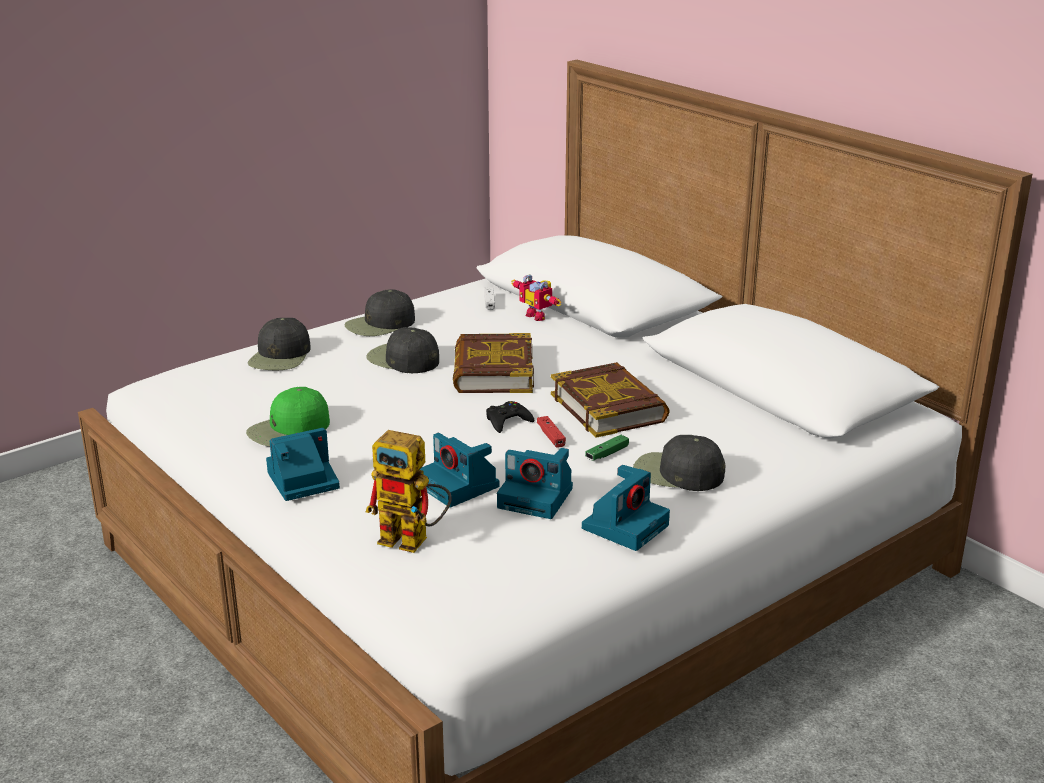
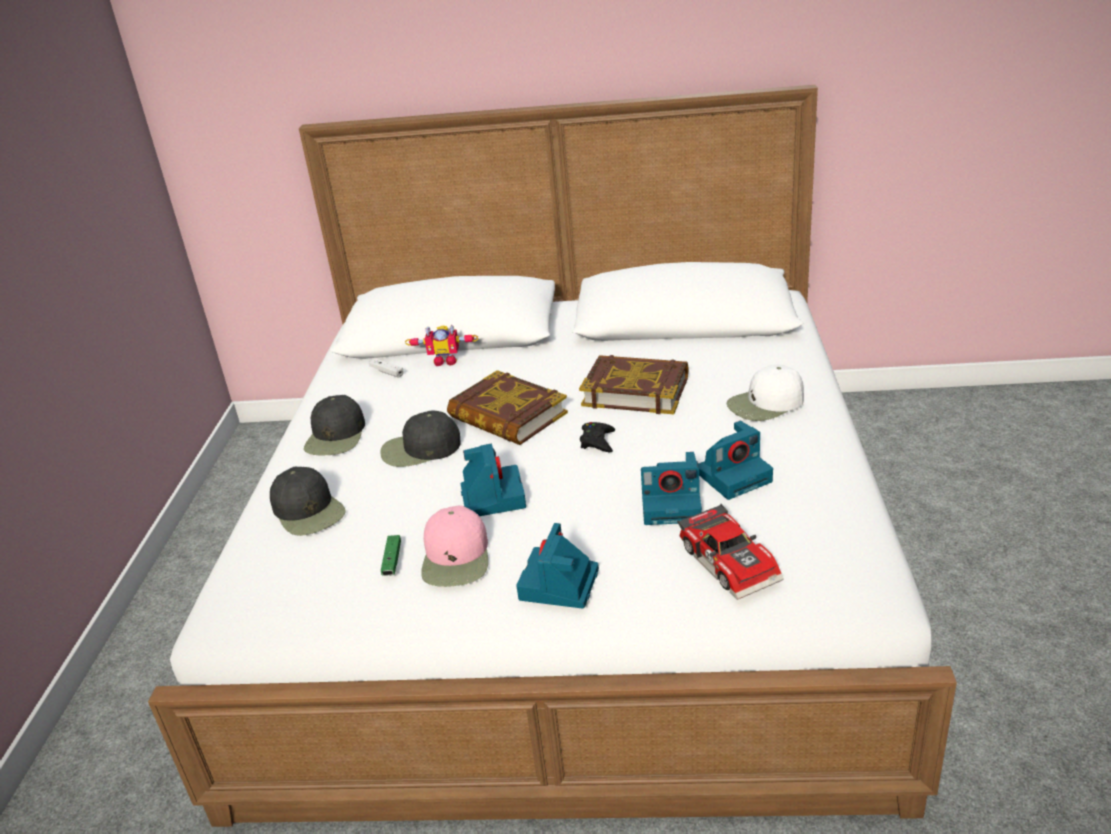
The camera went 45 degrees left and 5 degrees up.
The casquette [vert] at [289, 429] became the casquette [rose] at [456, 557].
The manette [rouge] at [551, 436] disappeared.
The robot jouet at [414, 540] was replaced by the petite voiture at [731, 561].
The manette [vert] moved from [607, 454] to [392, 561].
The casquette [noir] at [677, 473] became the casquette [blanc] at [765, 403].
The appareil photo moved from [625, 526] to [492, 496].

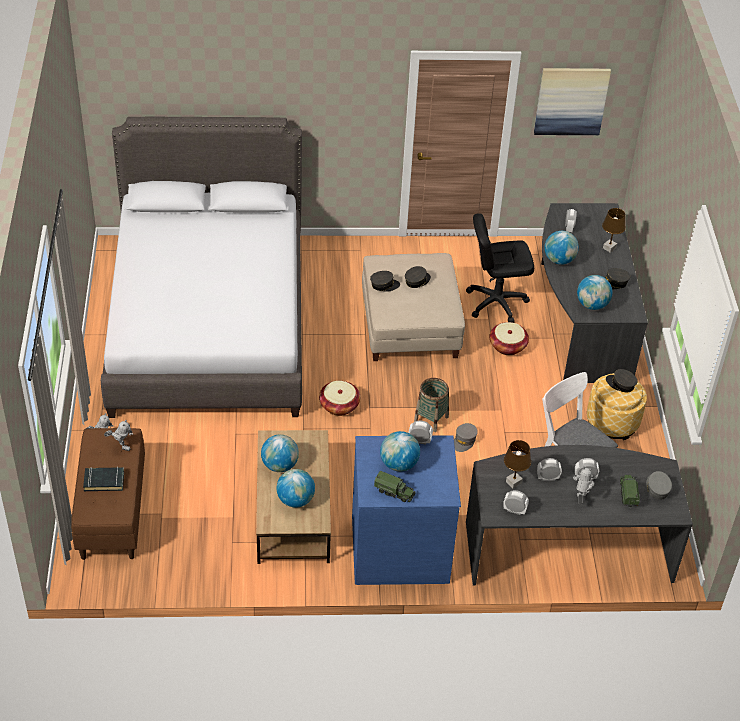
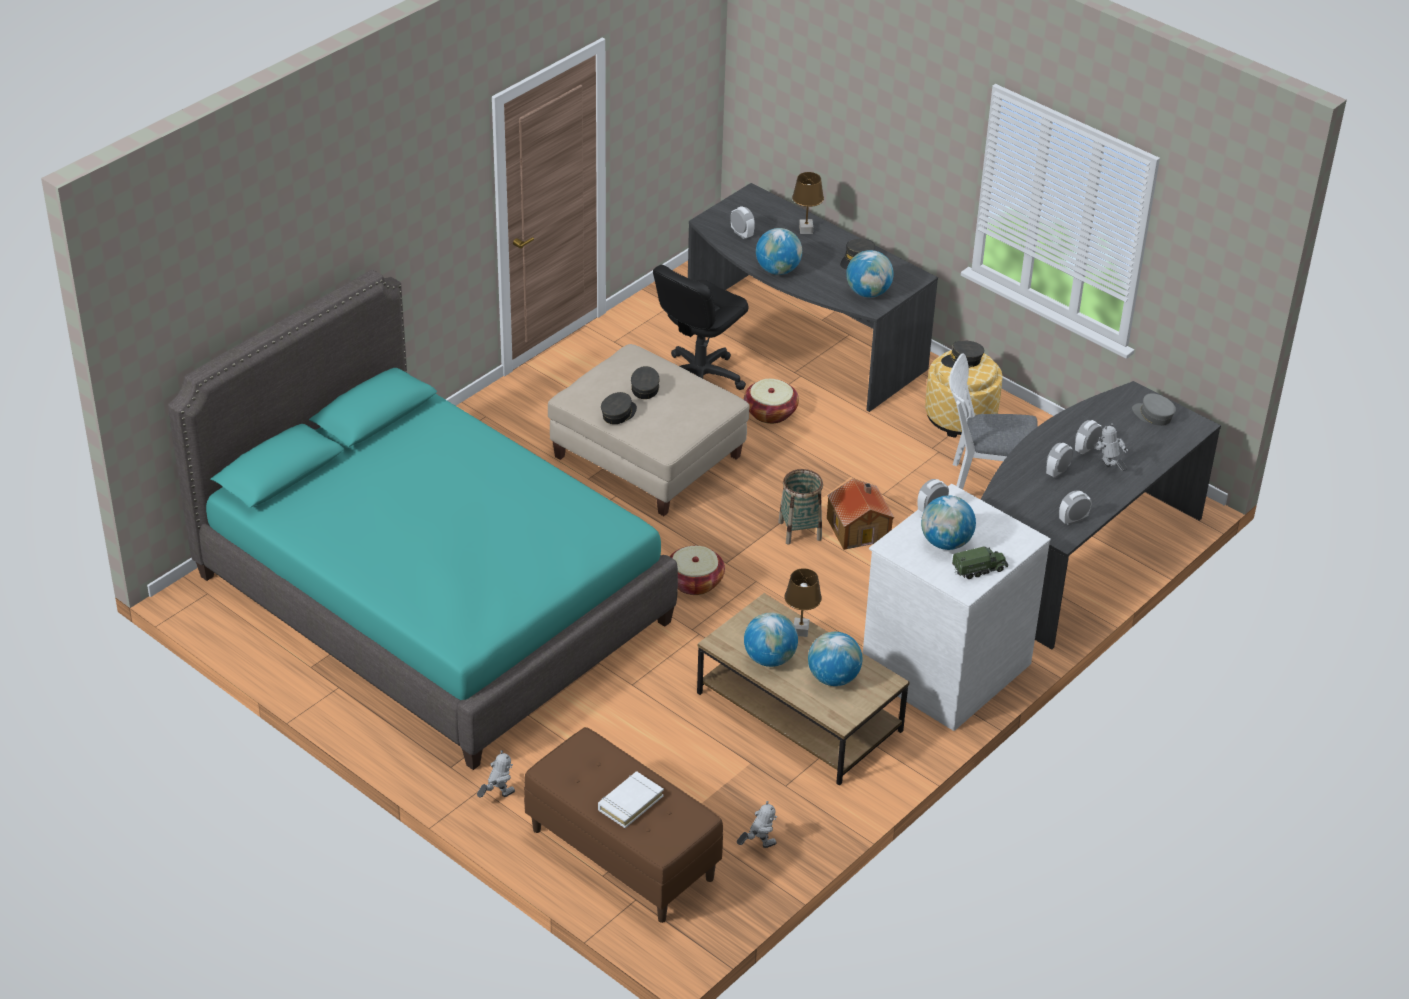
The camera went 45 degrees left and 5 degrees down.
The tableau at [571, 100] disappeared.
The lit [gris] at [208, 323] became the lit [turquoise] at [432, 599].
The robot jouet moved from [120, 445] to [758, 845].
The casquette [gris] at [464, 440] was replaced by the maison miniature at [859, 528].
The commode [bleu] at [400, 547] became the commode [blanc] at [944, 667].
The lampe de table [marron] moved from [513, 482] to [800, 630].
The livre [noir] at [104, 481] became the livre [blanc] at [630, 803].
The camion jouet at [628, 494] disappeared.

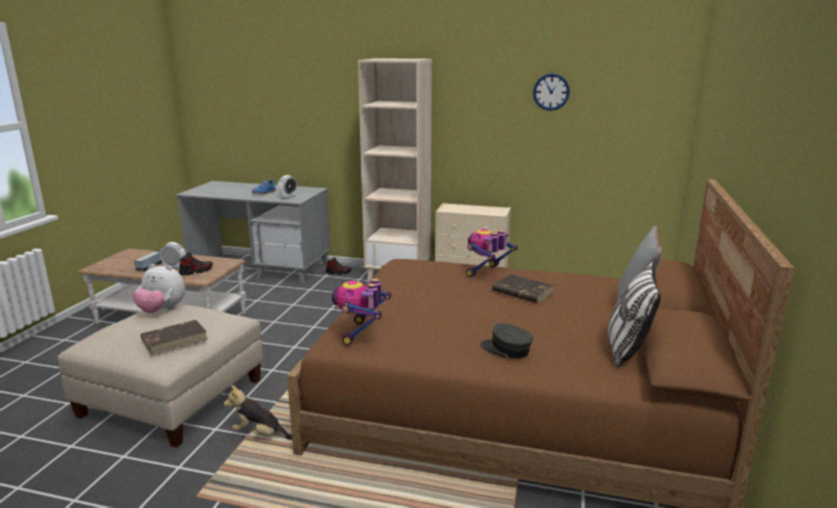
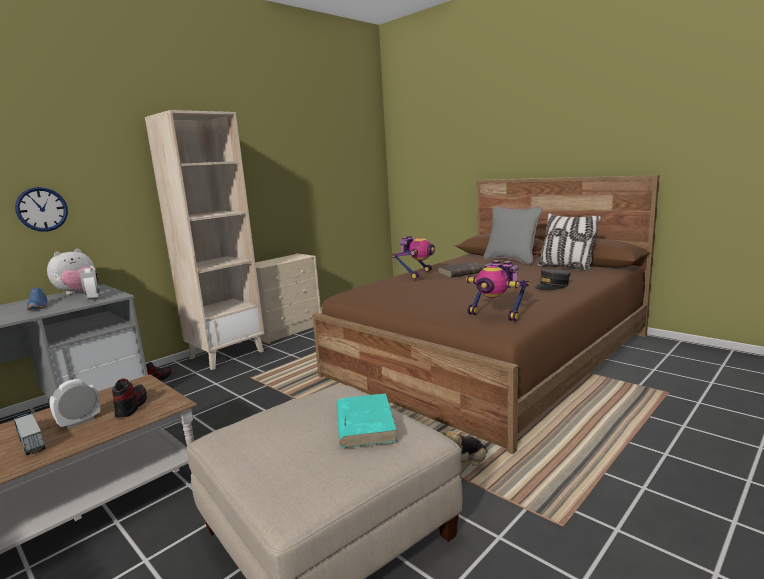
The camera went 60 degrees left and 5 degrees down.
The horloge murale moved from [551, 92] to [42, 209].
The robot jouet at [487, 272] turned 135 degrees counterclockwise.
The peluche moved from [162, 311] to [78, 293].
The livre [marron] at [175, 339] became the livre [turquoise] at [365, 423].

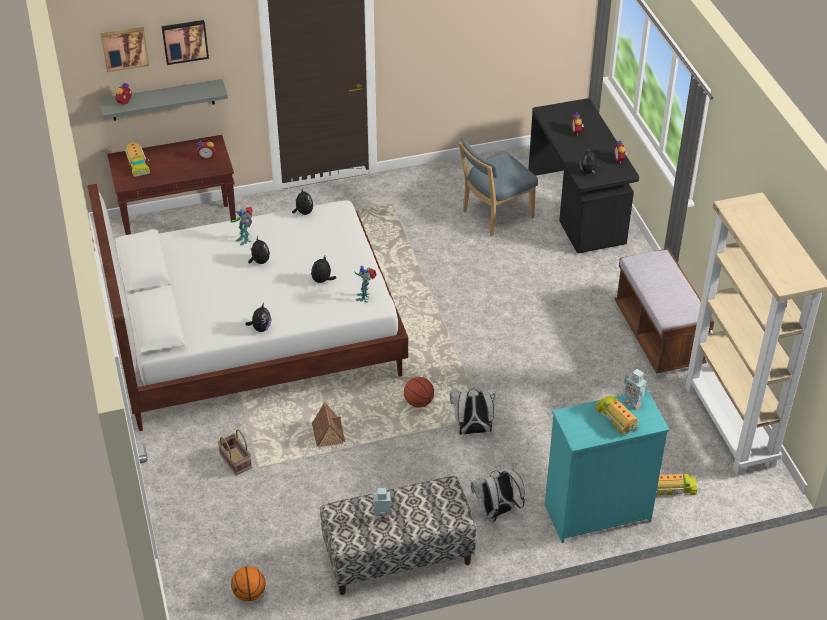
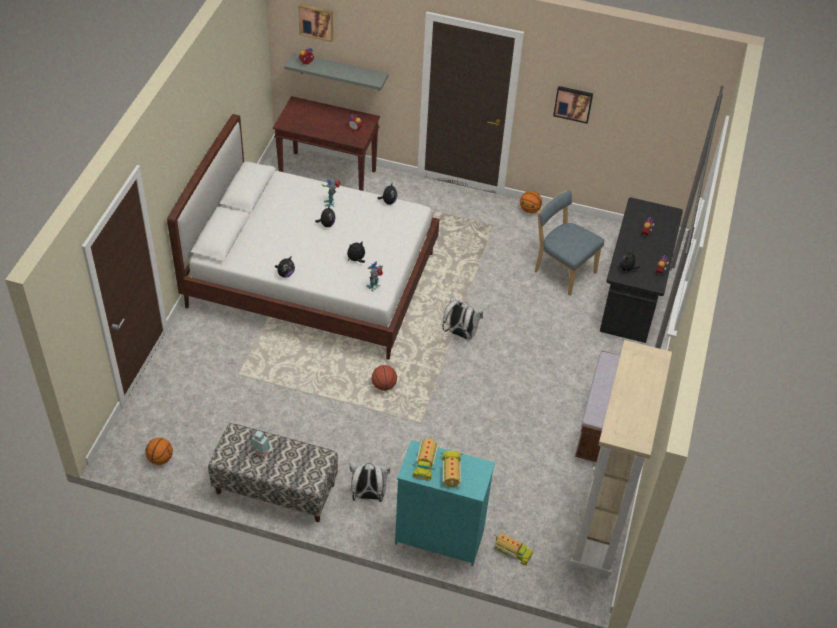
The camera went 30 degrees right and 5 degrees up.
The tableau moved from [185, 41] to [573, 103].
The chaise [bleu] at [494, 215] turned 45 degrees clockwise.
The camion jouet moved from [137, 164] to [425, 462].
The robot jouet at [632, 402] disappeared.
The sac à dos [blanc] moved from [472, 430] to [460, 333].
The maison miniature at [328, 433] disappeared.
The panier at [234, 461] disappeared.
The ballon de basket at [529, 210] appeared.

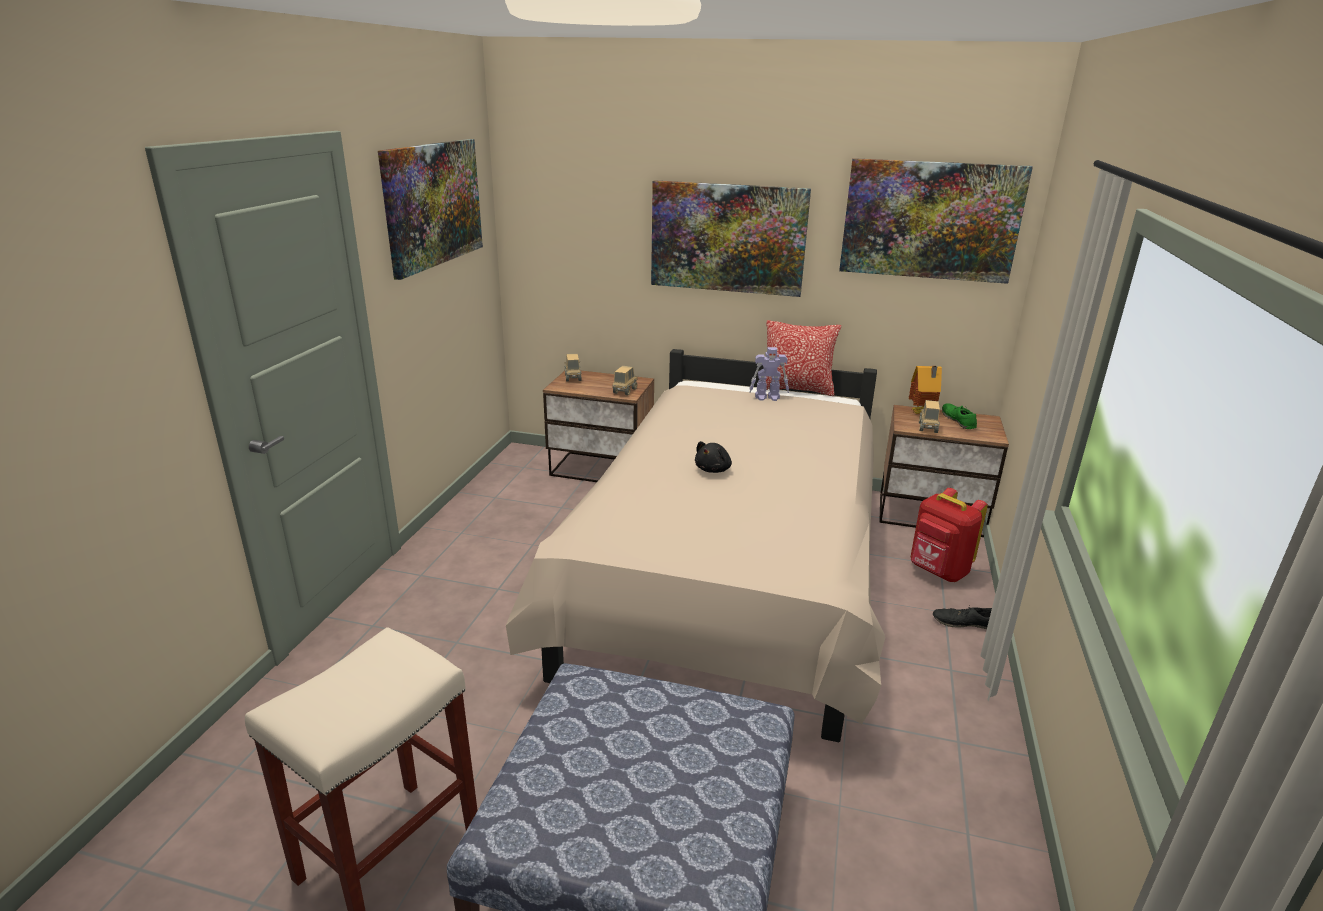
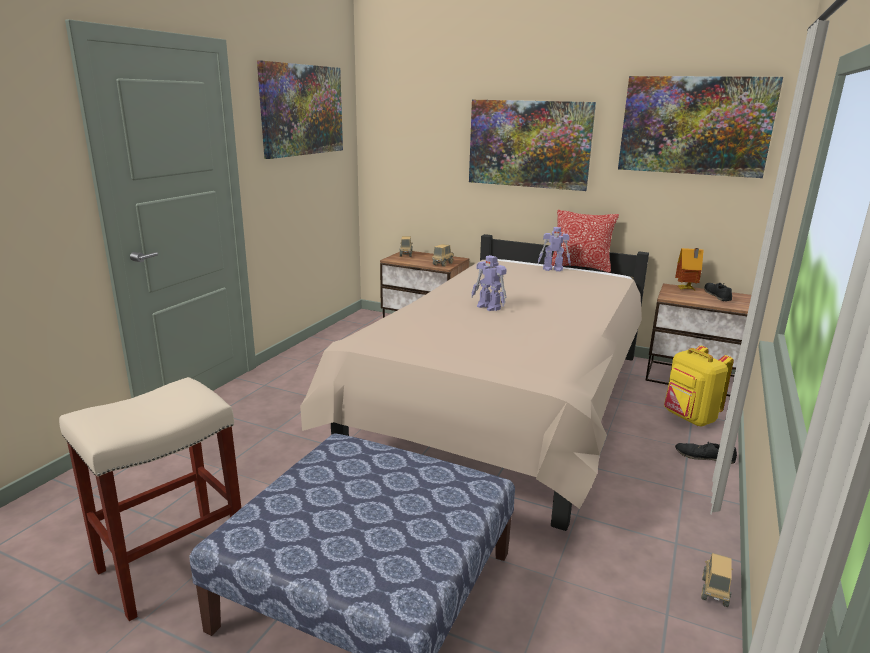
The camera went 10 degrees right and 5 degrees down.
The camion jouet moved from [927, 428] to [714, 592].
The chaussure [vert] at [958, 420] became the chaussure [noir] at [717, 295].
The peluche [noir] at [714, 469] was replaced by the robot jouet at [489, 307].
The sac à dos [rouge] at [938, 572] became the sac à dos [jaune] at [689, 418].

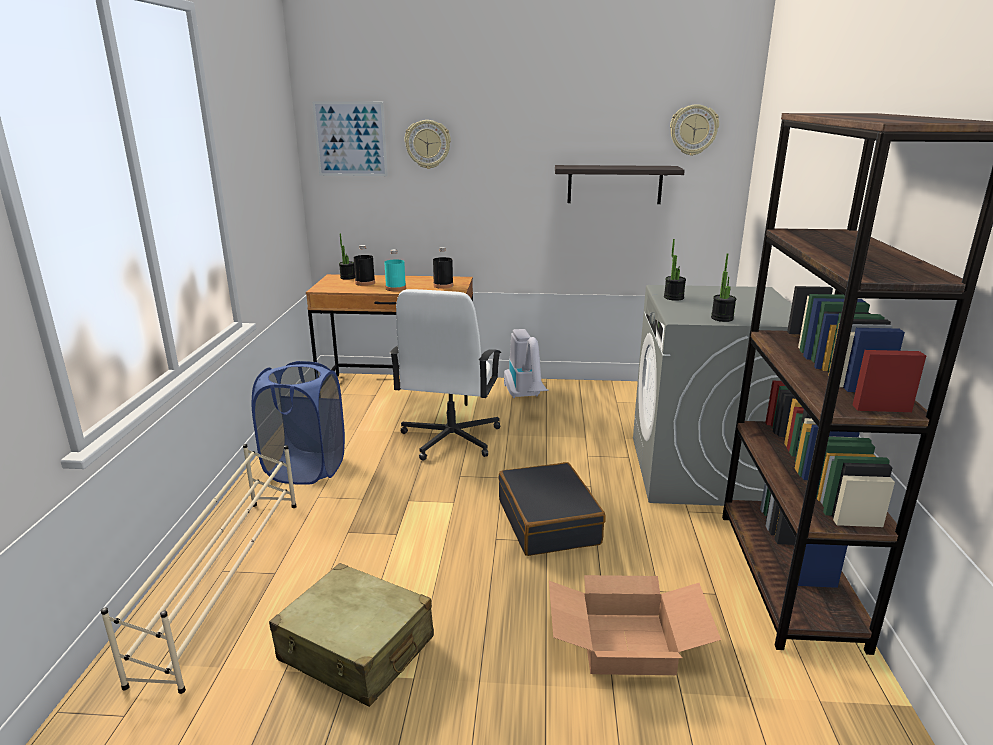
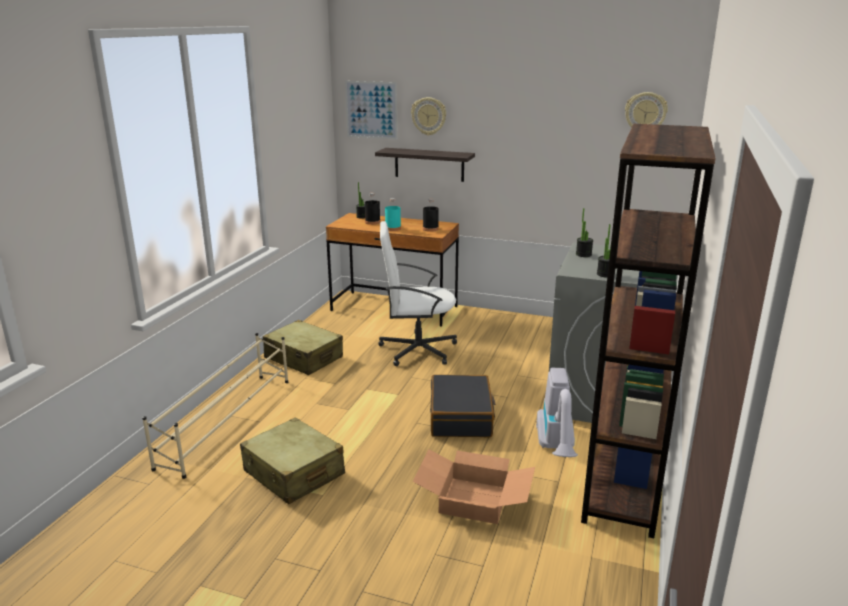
The camera went 15 degrees right and 0 degrees up.
The étagère moved from [614, 184] to [429, 164].
The chaise de bureau [blanc] at [450, 439] turned 60 degrees clockwise.
The aspirateur moved from [525, 397] to [557, 449].
The panier à linge [bleu] at [305, 468] was replaced by the valise [beige] at [304, 358].

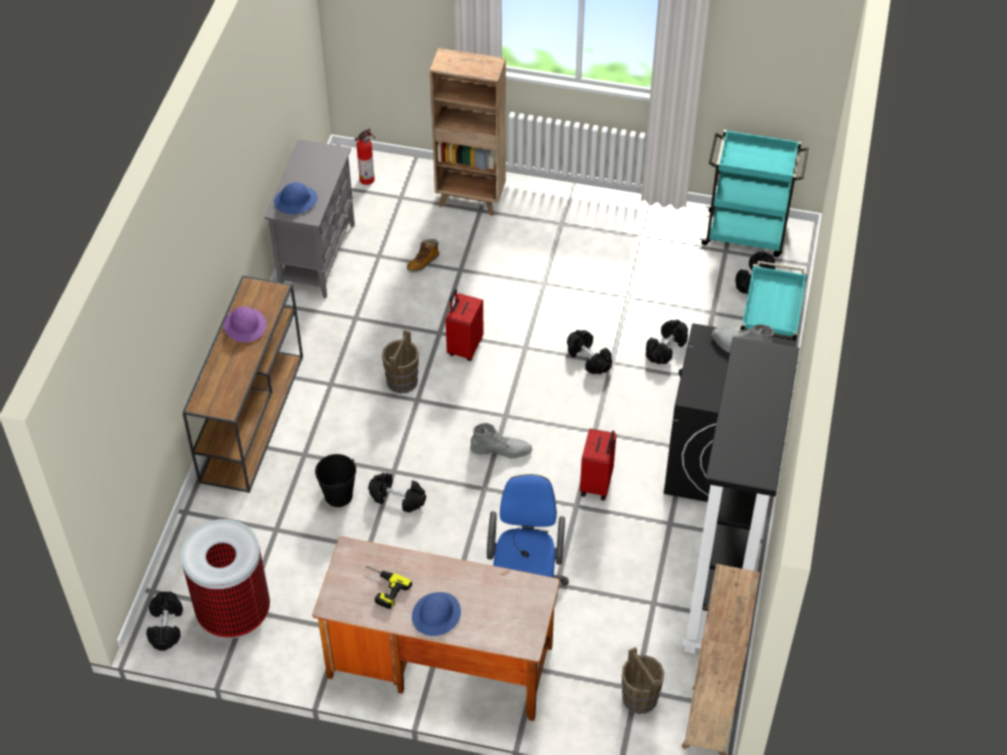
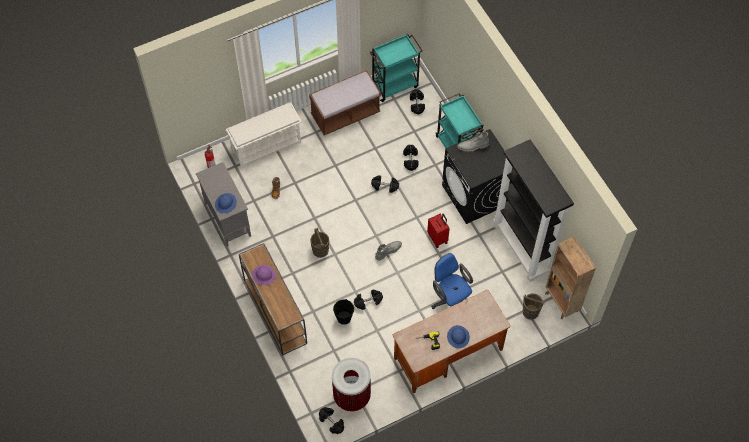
The camera went 40 degrees left and 10 degrees up.
The bibliothèque [marron] at [471, 199] was replaced by the étagère à chaussures [blanc] at [267, 146].
The valise [rouge] at [464, 347] disappeared.
The banc [marron] at [345, 114] appeared.

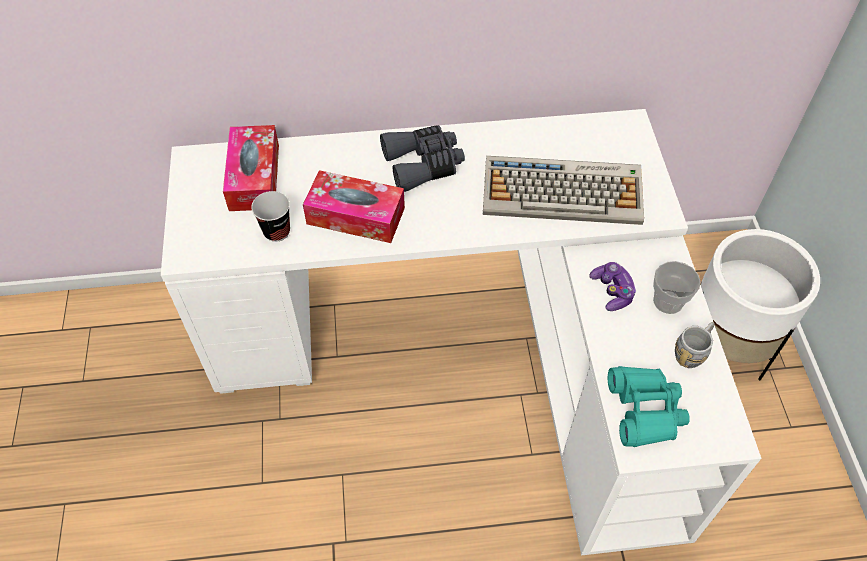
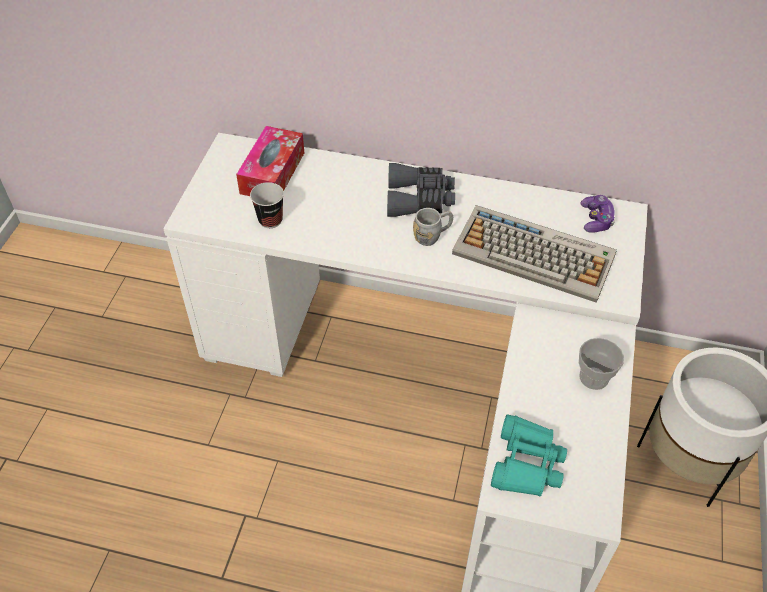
The camera went 20 degrees right and 5 degrees down.
The boîte à mouchoirs at [355, 216] disappeared.
The manette moved from [612, 291] to [596, 220].
The mug [gris] moved from [692, 352] to [432, 236].

